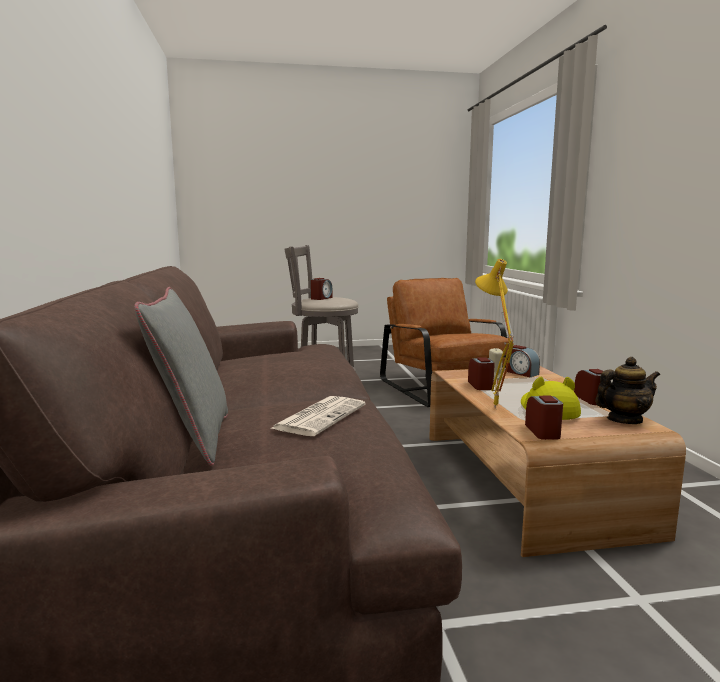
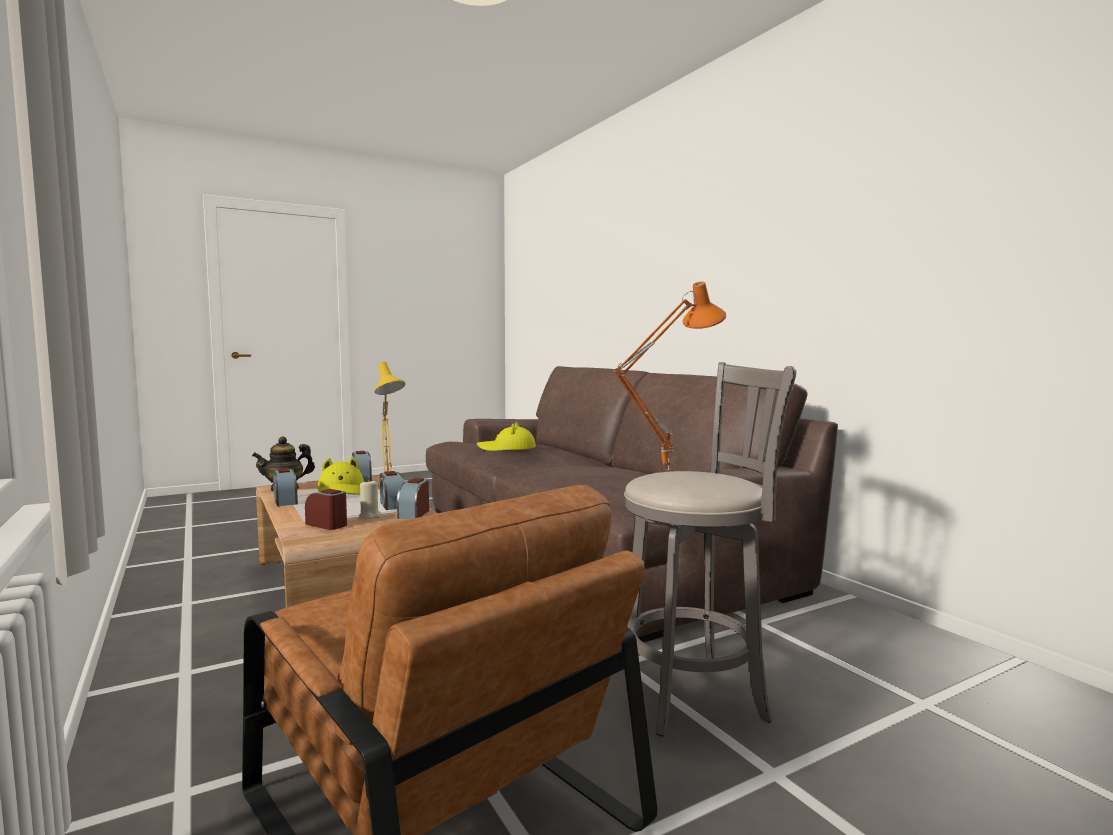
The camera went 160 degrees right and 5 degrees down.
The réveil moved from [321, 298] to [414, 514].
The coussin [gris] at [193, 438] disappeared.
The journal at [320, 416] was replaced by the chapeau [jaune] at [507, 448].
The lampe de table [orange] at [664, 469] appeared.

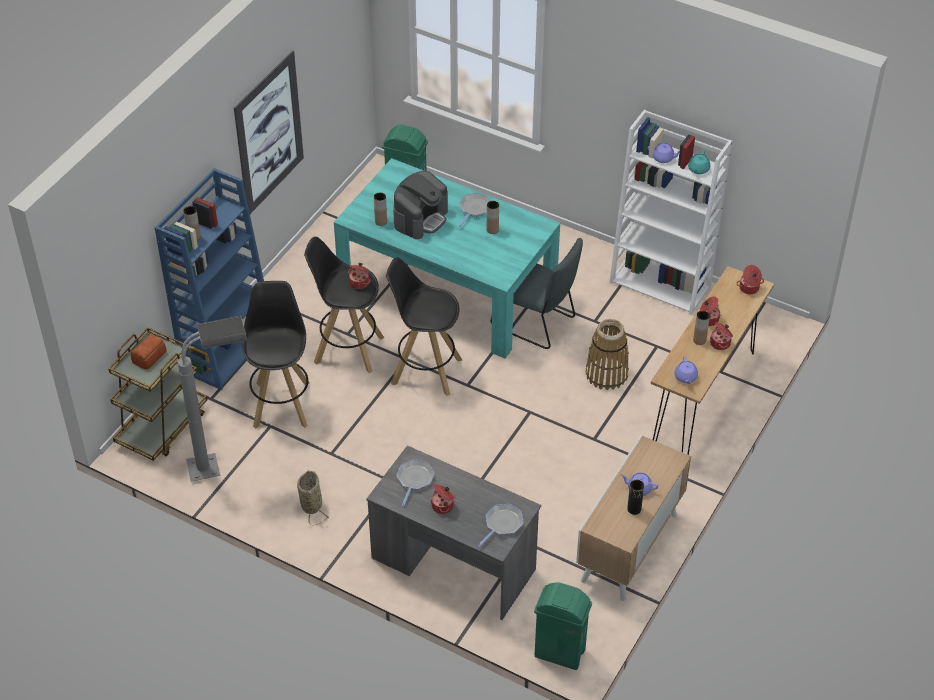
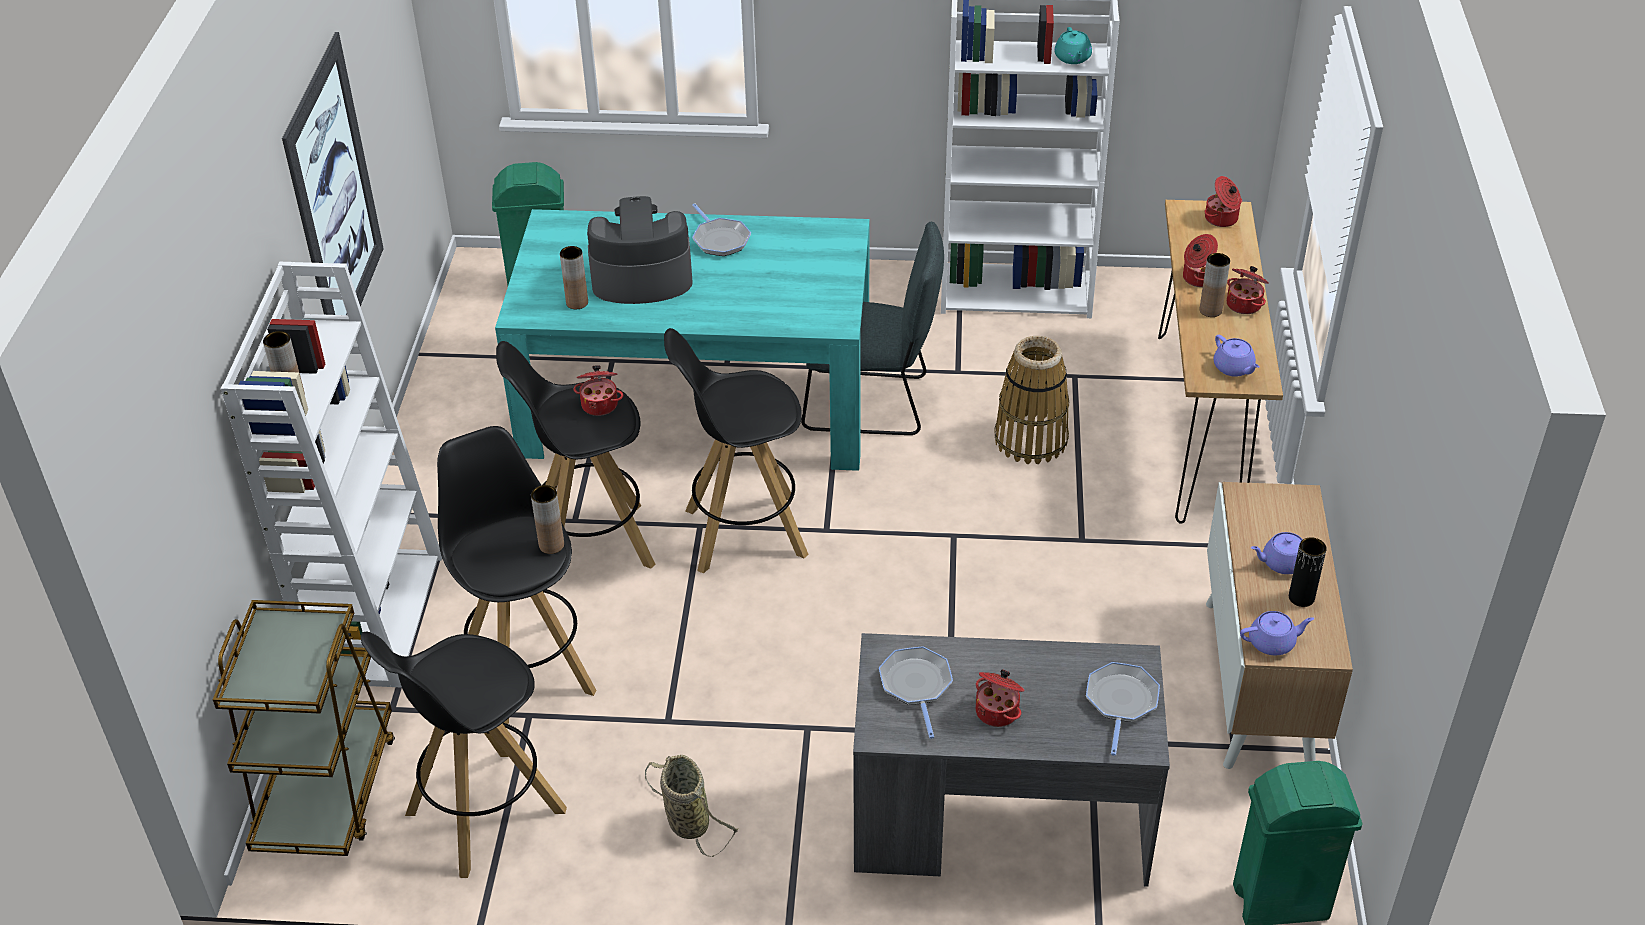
The camera went 25 degrees left and 5 degrees down.
The théière [violet] moved from [663, 158] to [1272, 642].
The bibliothèque [bleu] at [227, 349] became the bibliothèque [blanc] at [375, 616].
The machine à café at [420, 218] turned 105 degrees counterclockwise.
The poêle at [474, 209] turned 150 degrees clockwise.
The vase [marron] moved from [492, 230] to [551, 545].
The lampadaire [gris] at [224, 464] was replaced by the tabouret [noir] at [483, 813].
The pain at [150, 356] disappeared.

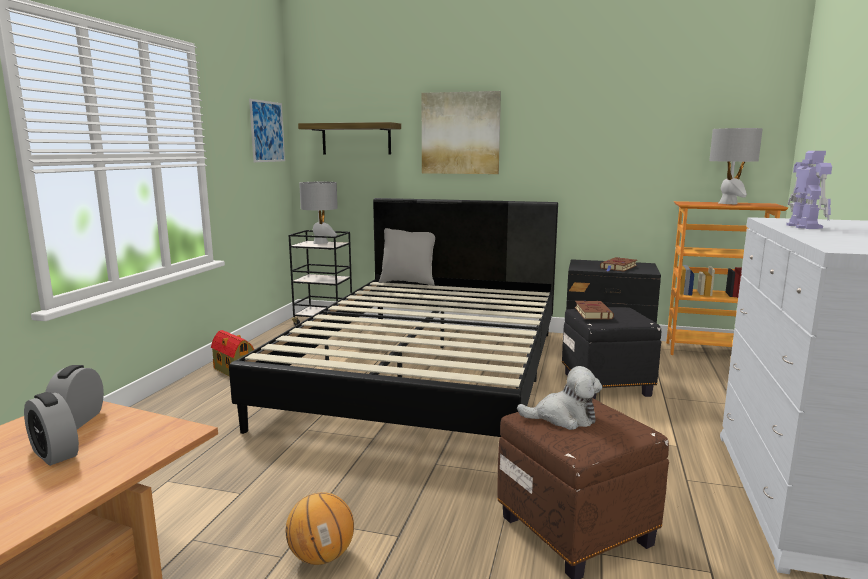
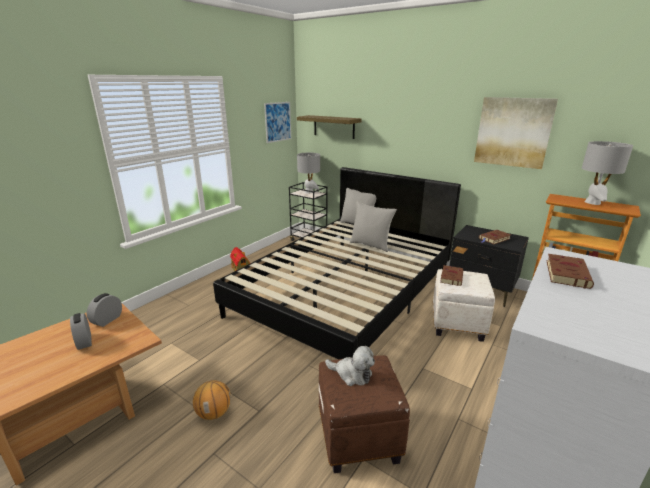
The camera went 20 degrees right and 10 degrees up.
The tableau moved from [460, 133] to [513, 132].
The robot jouet at [803, 226] was replaced by the livre [marron] at [566, 273].
The pouf [noir] at [605, 384] became the pouf [blanc] at [456, 324].
The coussin [gris] at [371, 245] appeared.

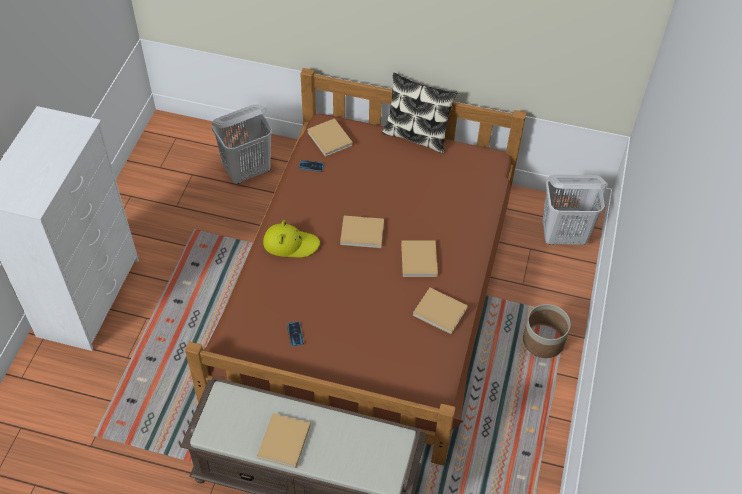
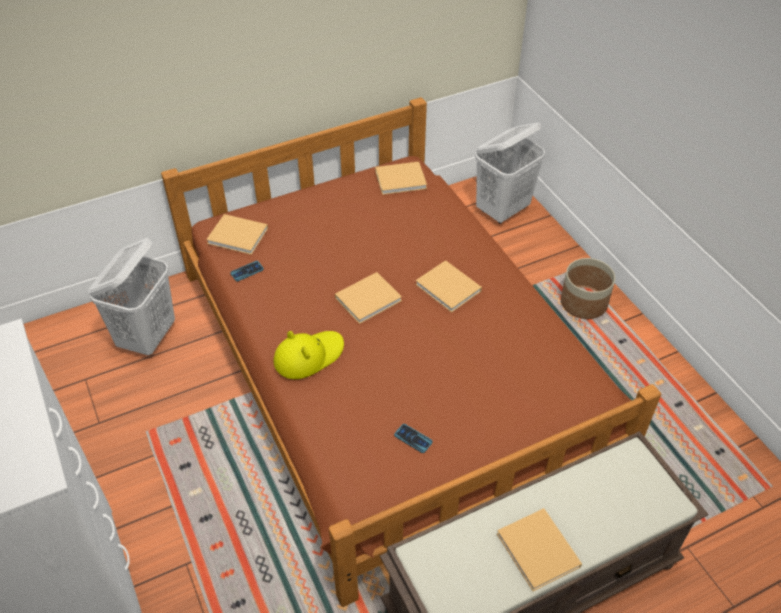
The camera went 40 degrees left and 5 degrees down.
The coussin at [416, 136] disappeared.
The livre [beige] moved from [441, 312] to [402, 179].

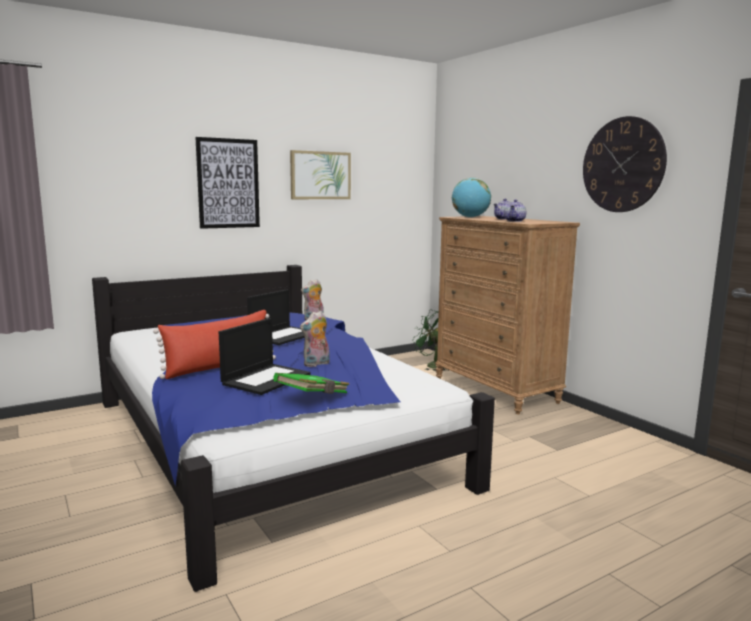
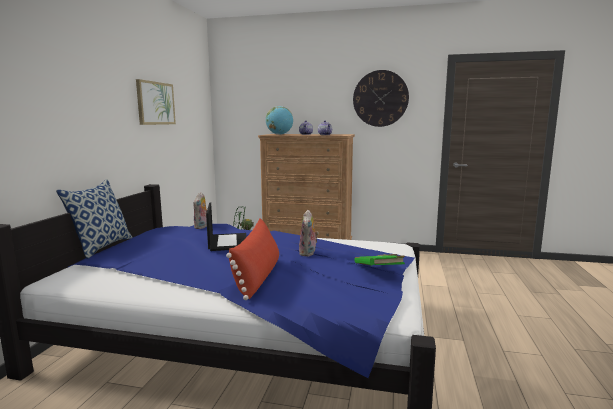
The camera went 45 degrees left and 0 degrees up.
The tableau at [228, 183] disappeared.
The ordinateur portable at [266, 379] disappeared.
The coussin at [101, 247] appeared.

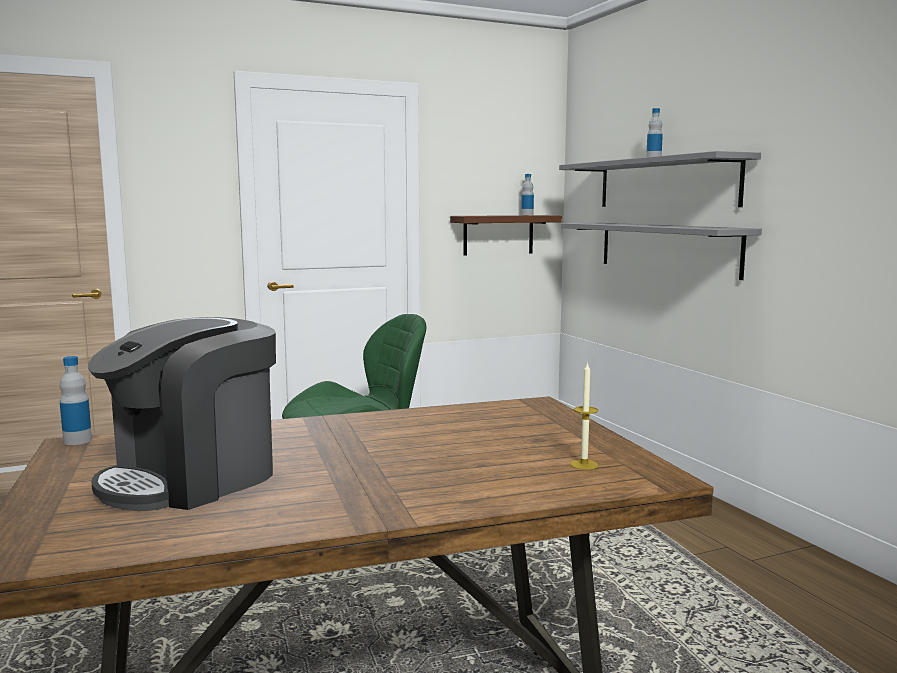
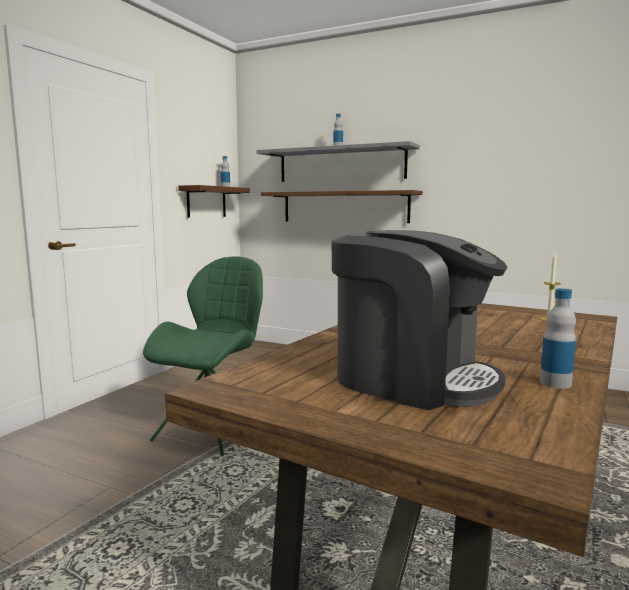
The camera went 40 degrees left and 0 degrees up.
The étagère [gris] at [666, 248] became the étagère [marron] at [344, 207].
The machine à café at [192, 478] turned 60 degrees counterclockwise.
The bouteille moved from [77, 441] to [555, 383].

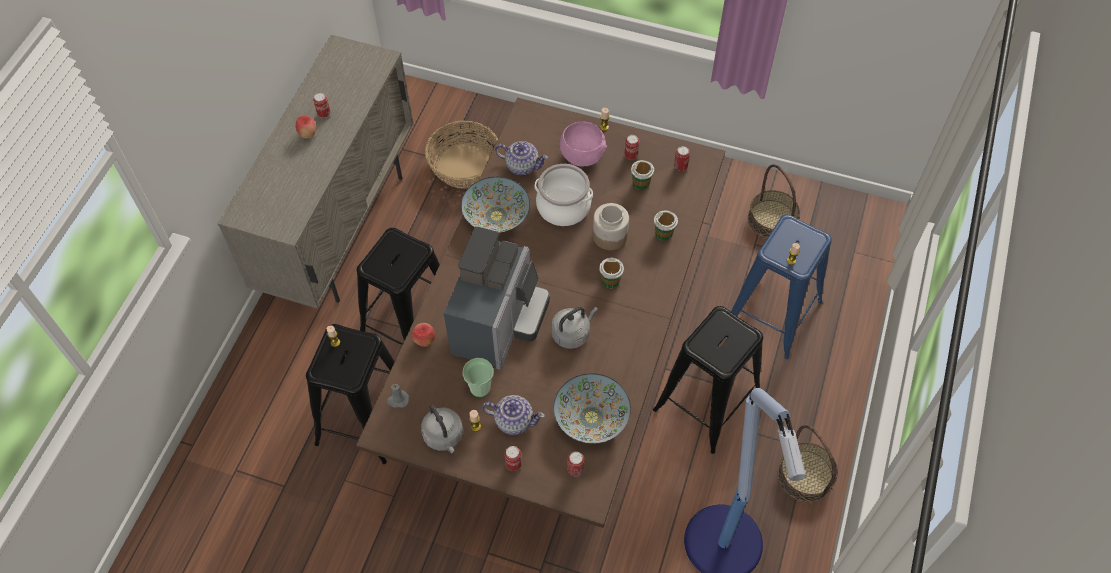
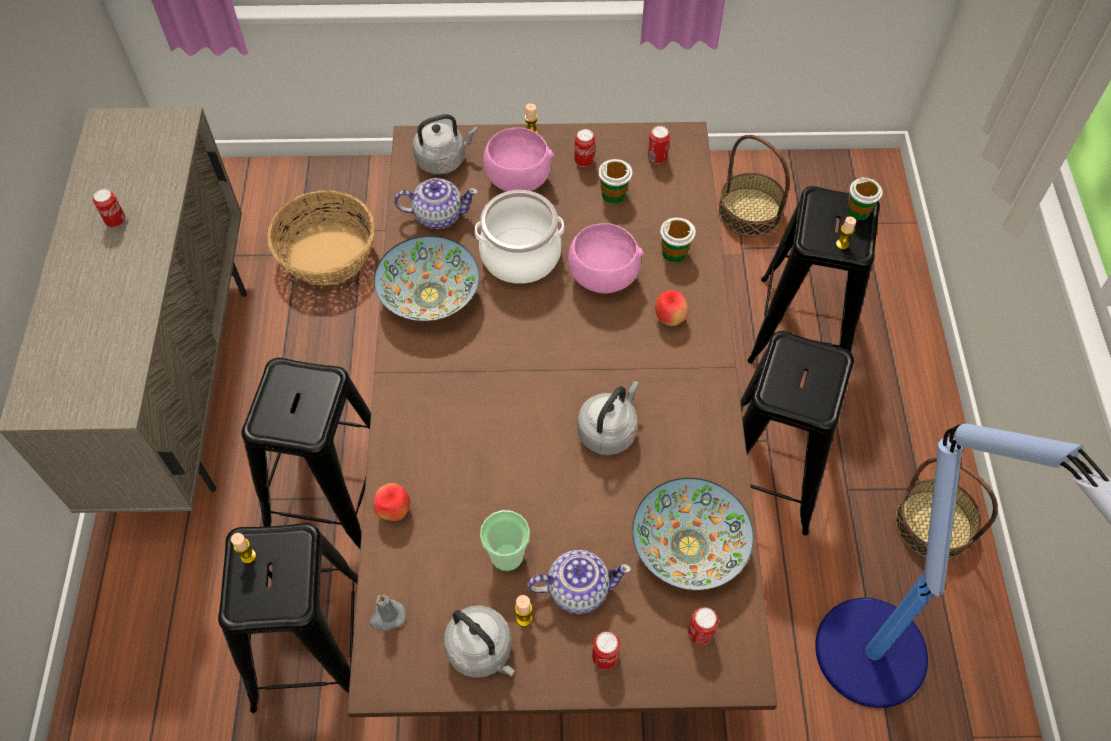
The camera went 20 degrees left and 0 degrees up.
The pomme moved from [308, 134] to [669, 318].
The bocal at [609, 235] was replaced by the bol [rose] at [601, 277].
The tabouret [bleu] at [773, 313] became the tabouret [noir] at [802, 328].
The machine à café at [499, 323] disappeared.
The tasse moved from [610, 281] to [858, 211].
The bouilloire [gris] at [443, 160] appeared.

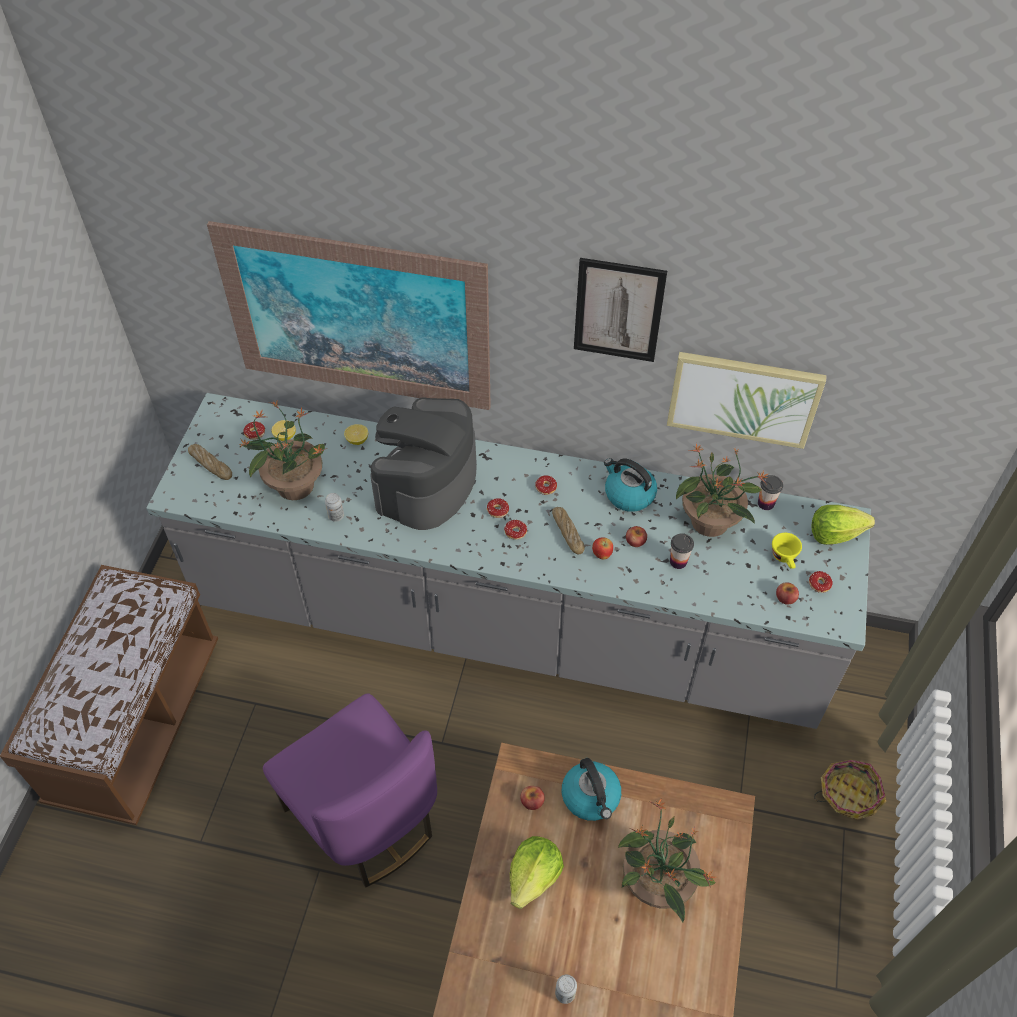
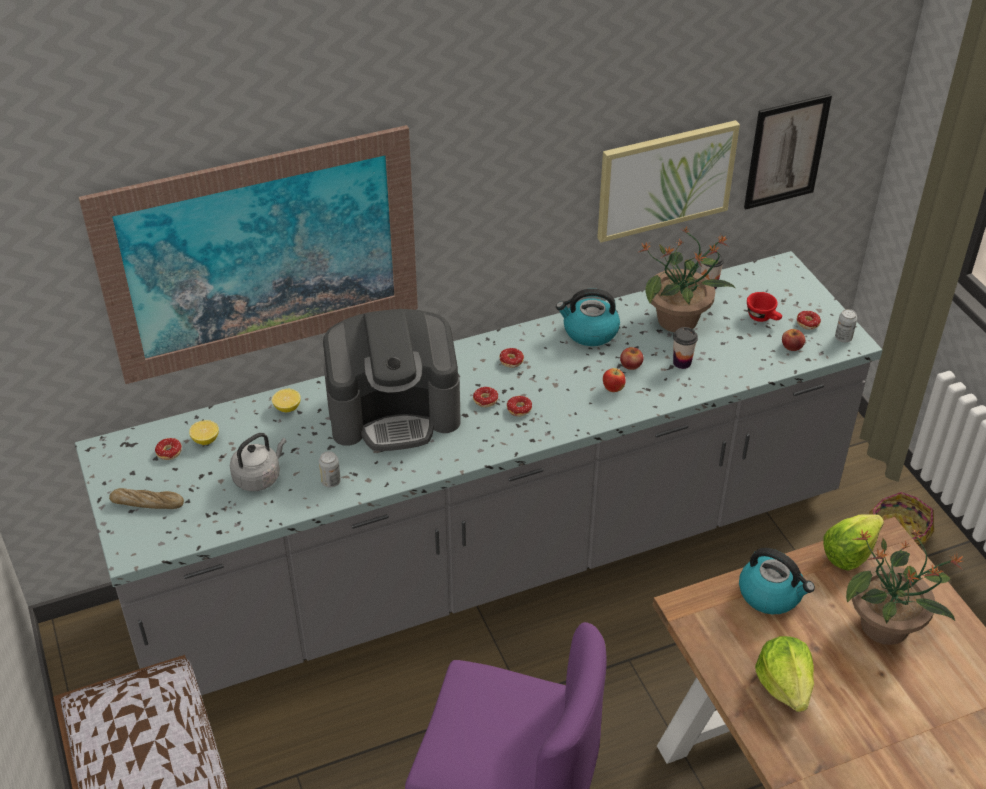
The camera went 35 degrees left and 10 degrees down.
The tableau moved from [618, 310] to [786, 152].
The machine à café at [426, 483] turned 90 degrees counterclockwise.
The plante en pot at [294, 485] was replaced by the bouilloire [gris] at [259, 477].
The laitue moved from [835, 534] to [849, 553].
The pain at [567, 533] disappeared.
The tasse [jaune] at [785, 558] became the tasse [rouge] at [763, 318].
The pomme at [532, 801] disappeared.
The boîte métallique moved from [565, 993] to [843, 338].

